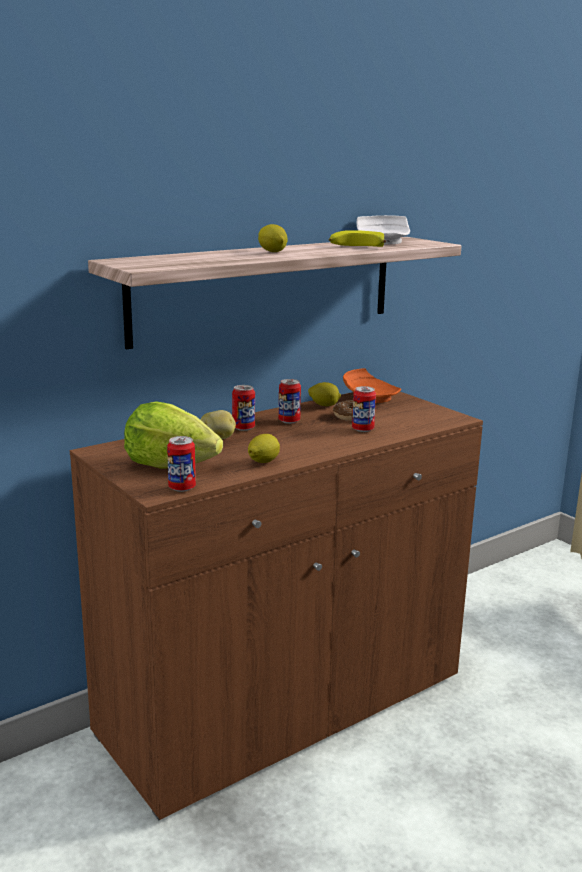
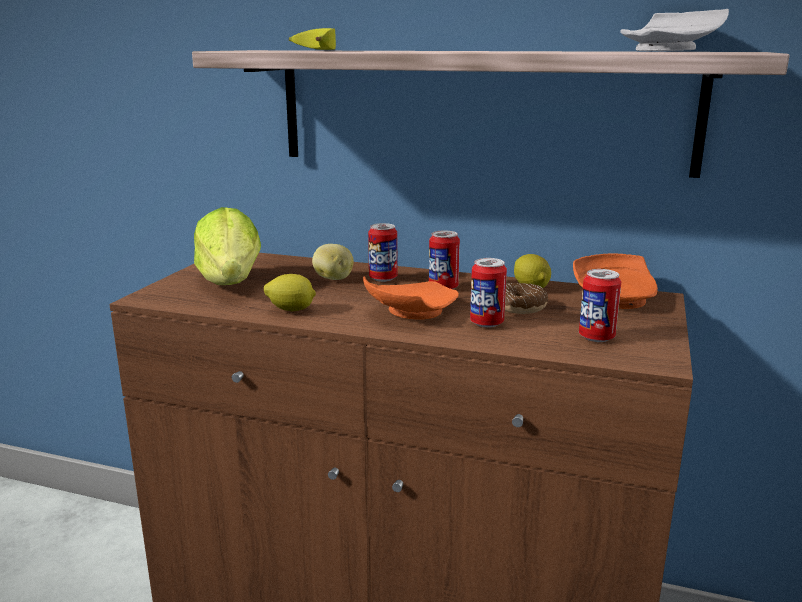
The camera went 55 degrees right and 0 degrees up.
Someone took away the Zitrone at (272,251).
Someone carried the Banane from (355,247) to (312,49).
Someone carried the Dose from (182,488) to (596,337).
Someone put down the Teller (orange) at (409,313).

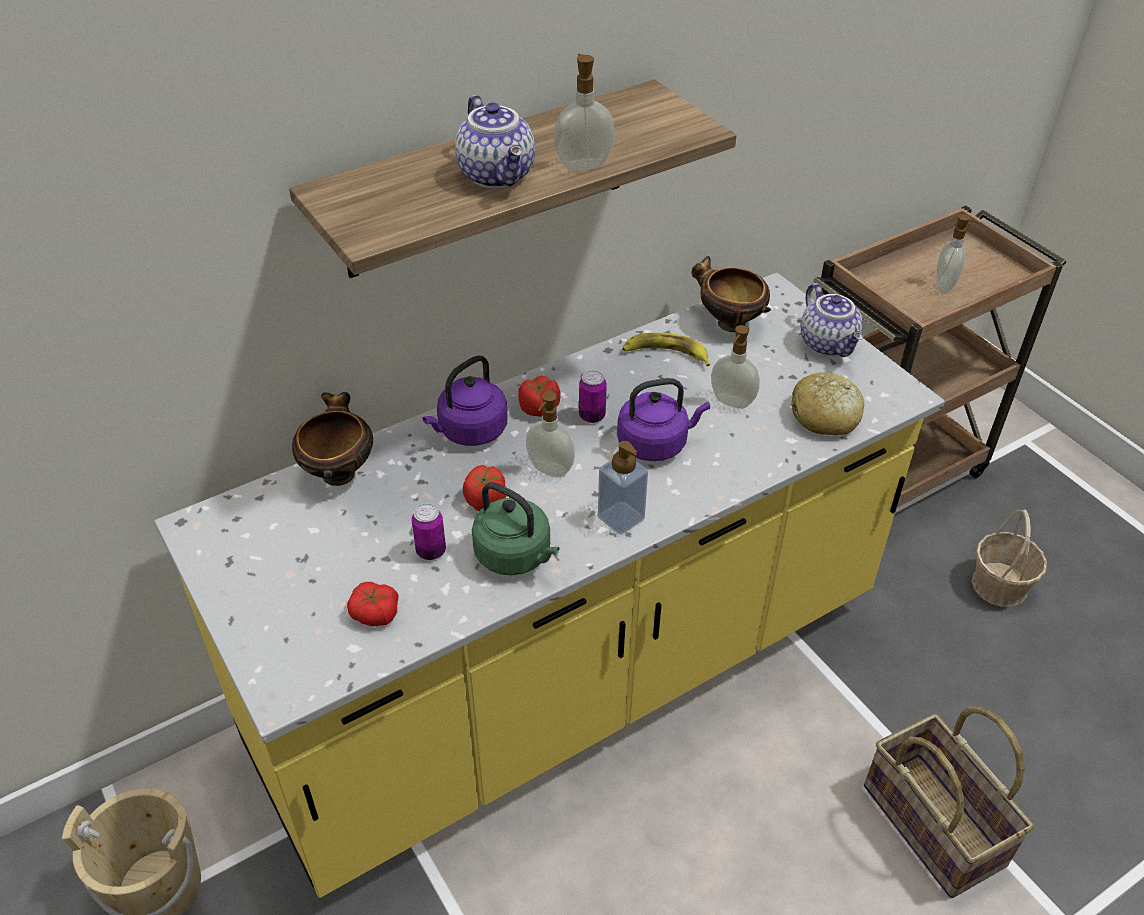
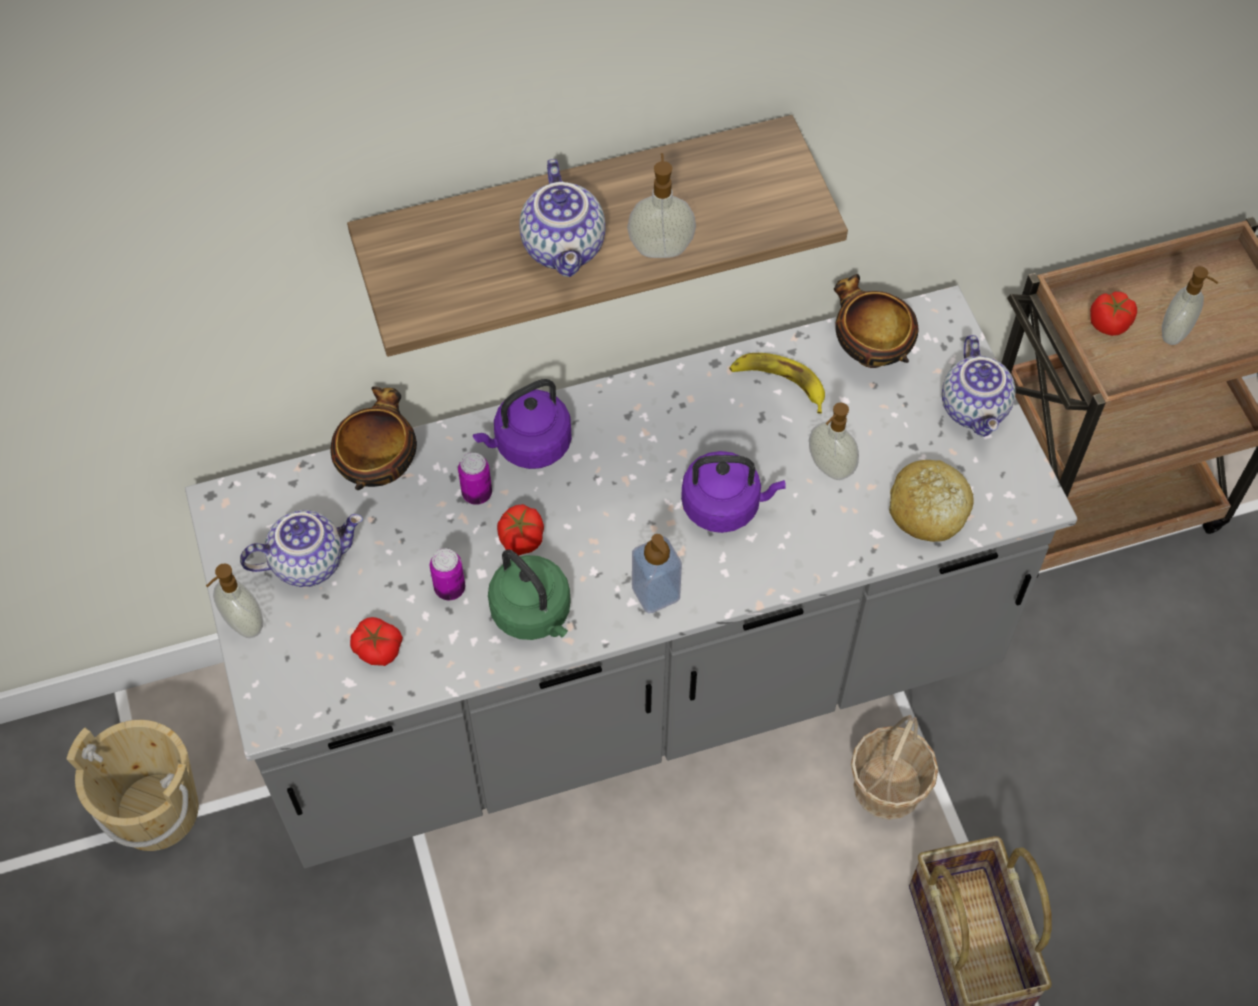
The camera went 15 degrees right and 15 degrees up.
Someone repainted the Küchenzeile (gelb) at (570,675), which became the Küchenzeile (grau) at (629,680).
Someone carried the Dose from (592,416) to (477,493).
Someone carried the Tomate from (539,408) to (1109,323).
Someone carried the Seifenspender from (549,470) to (243,624).
Someone carried the Korb from (999,585) to (888,786).
Someone put down the Teekanne at (308,560).

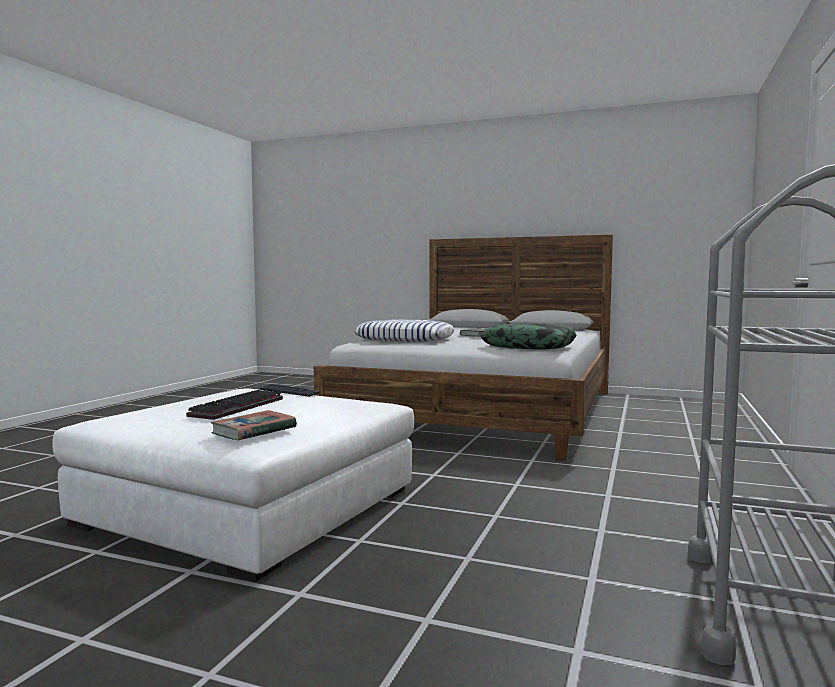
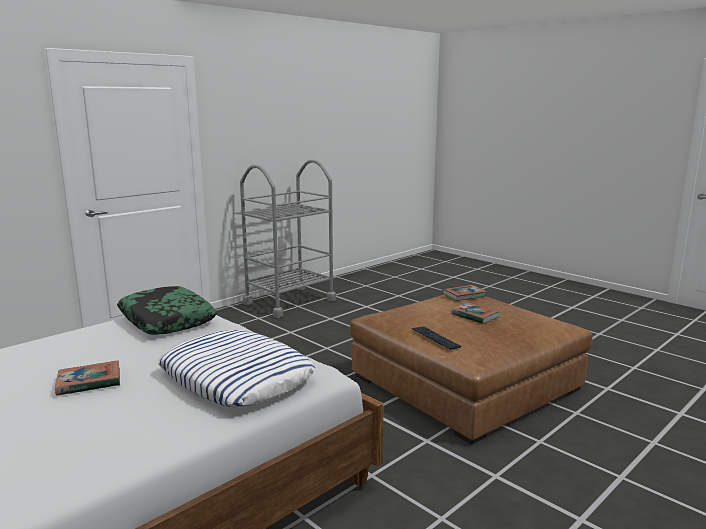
The camera went 155 degrees left and 10 degrees up.
Someone repainted the Polsterhocker (weiß) at (250,506), which became the Polsterhocker (braun) at (465,382).
Someone swapped the Tastatur at (238,408) for the Buch at (475,316).

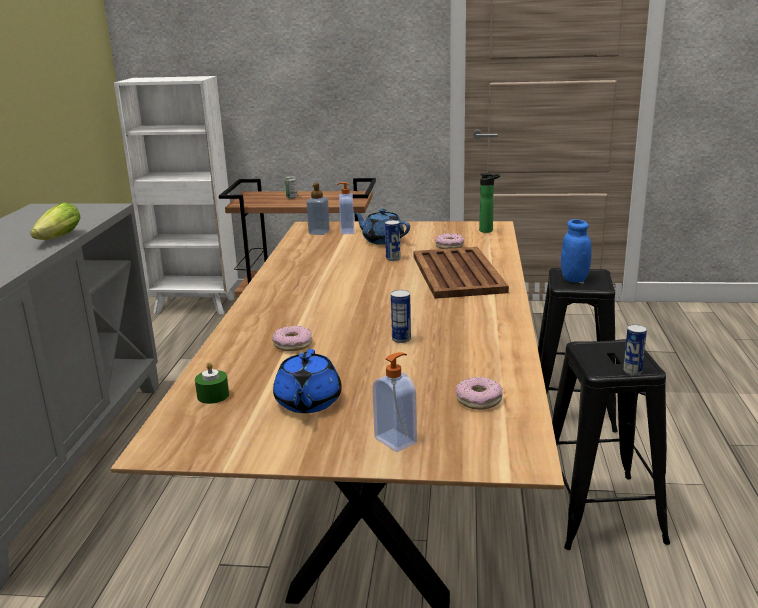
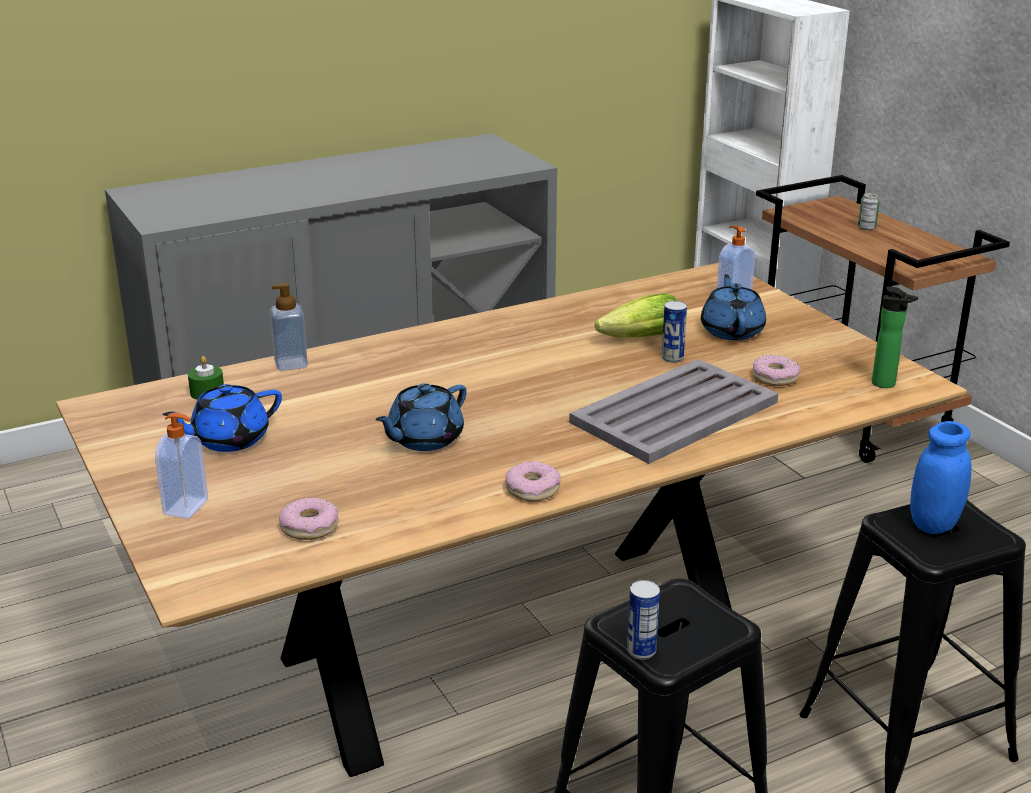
The camera went 55 degrees right and 5 degrees up.
Someone carried the Seifenspender from (319,232) to (291,364).
Someone carried the Salatkopf from (56,239) to (636,339).
Someone repainted the Tablett (braun) at (457,274), which became the Tablett (grau) at (673,413).
Someone swapped the Dose at (401,339) for the Teekanne (blau) at (424,439).
Someone carried the Donut from (293,344) to (532,489).

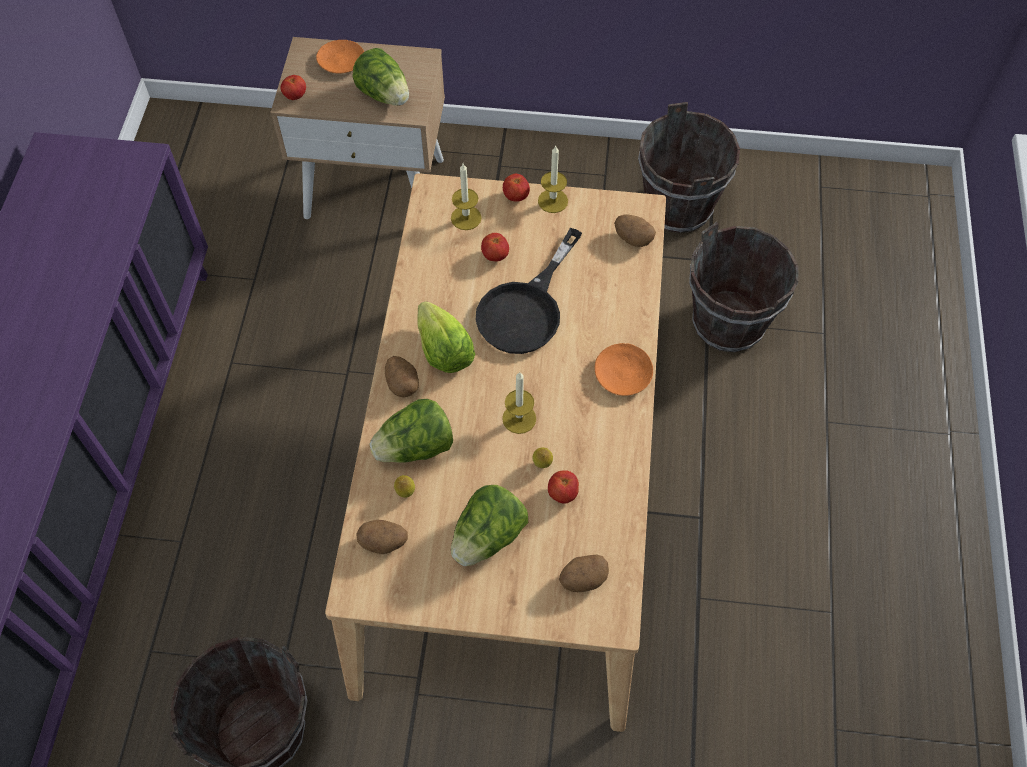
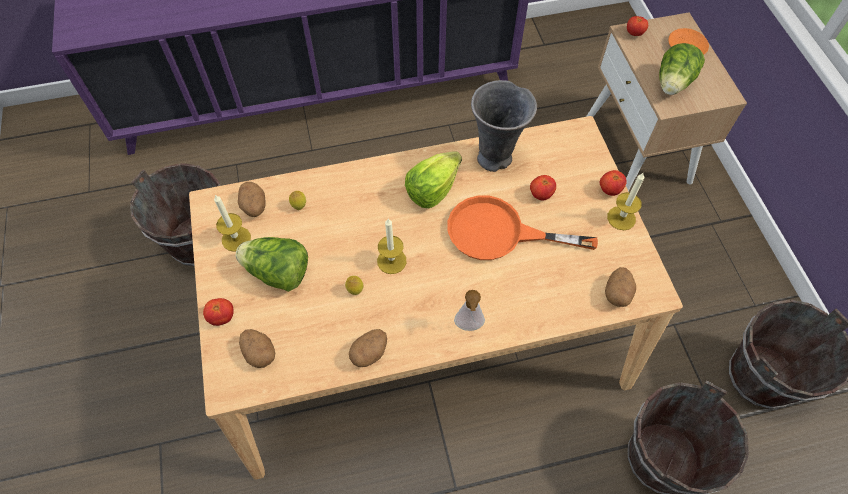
The camera went 70 degrees right and 0 degrees up.
Someone carried the Kerze from (466,218) to (236,239).
Someone repainted the Pfanne (schwarz) at (526,309), which became the Pfanne (orange) at (499,233).
Someone swapped the Teller (orange) at (623,373) for the Seifenspender at (468,327).
Someone carried the Kartoffel from (402,384) to (369,353).
Someone took away the Salatkopf at (415,447).
Someone carried the Tomate from (562,493) to (222,317).
Someone put down the Vase (grau) at (496,159).

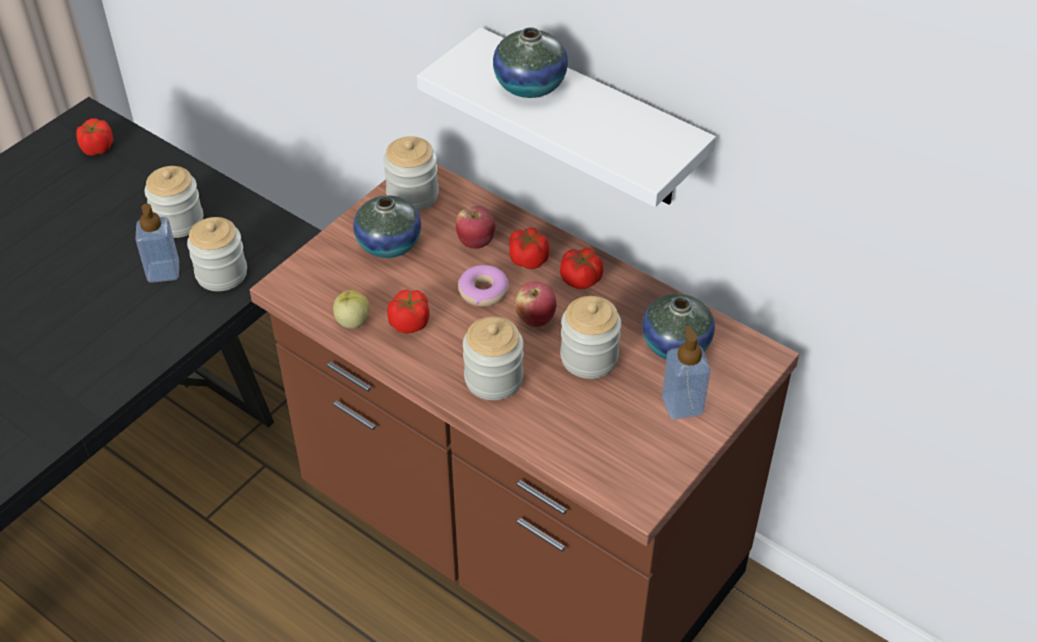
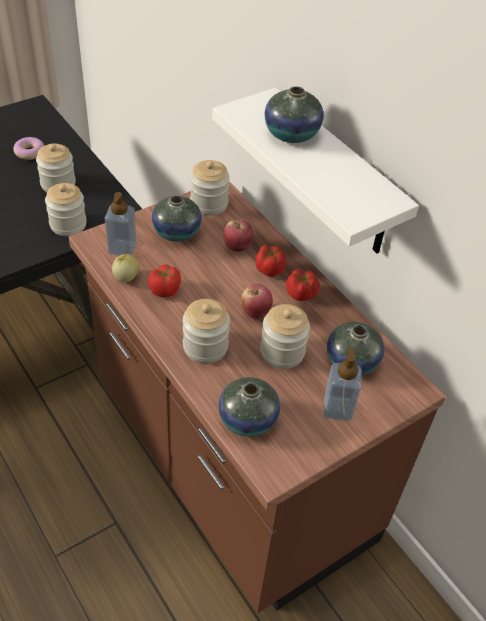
The camera went 15 degrees right and 0 degrees up.
Someone took away the Tomate at (97,148).
Someone carried the Seifenspender from (163,271) to (122,248).
Someone carried the Donut from (483,291) to (30,152).
Someone put down the Vase at (247,419).

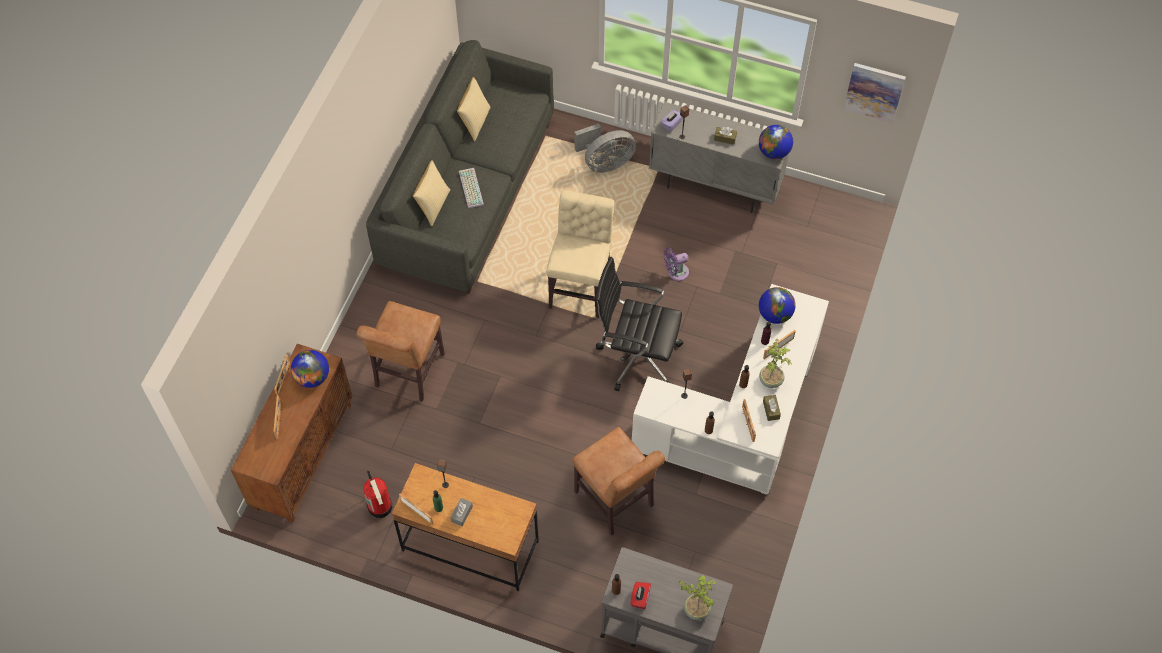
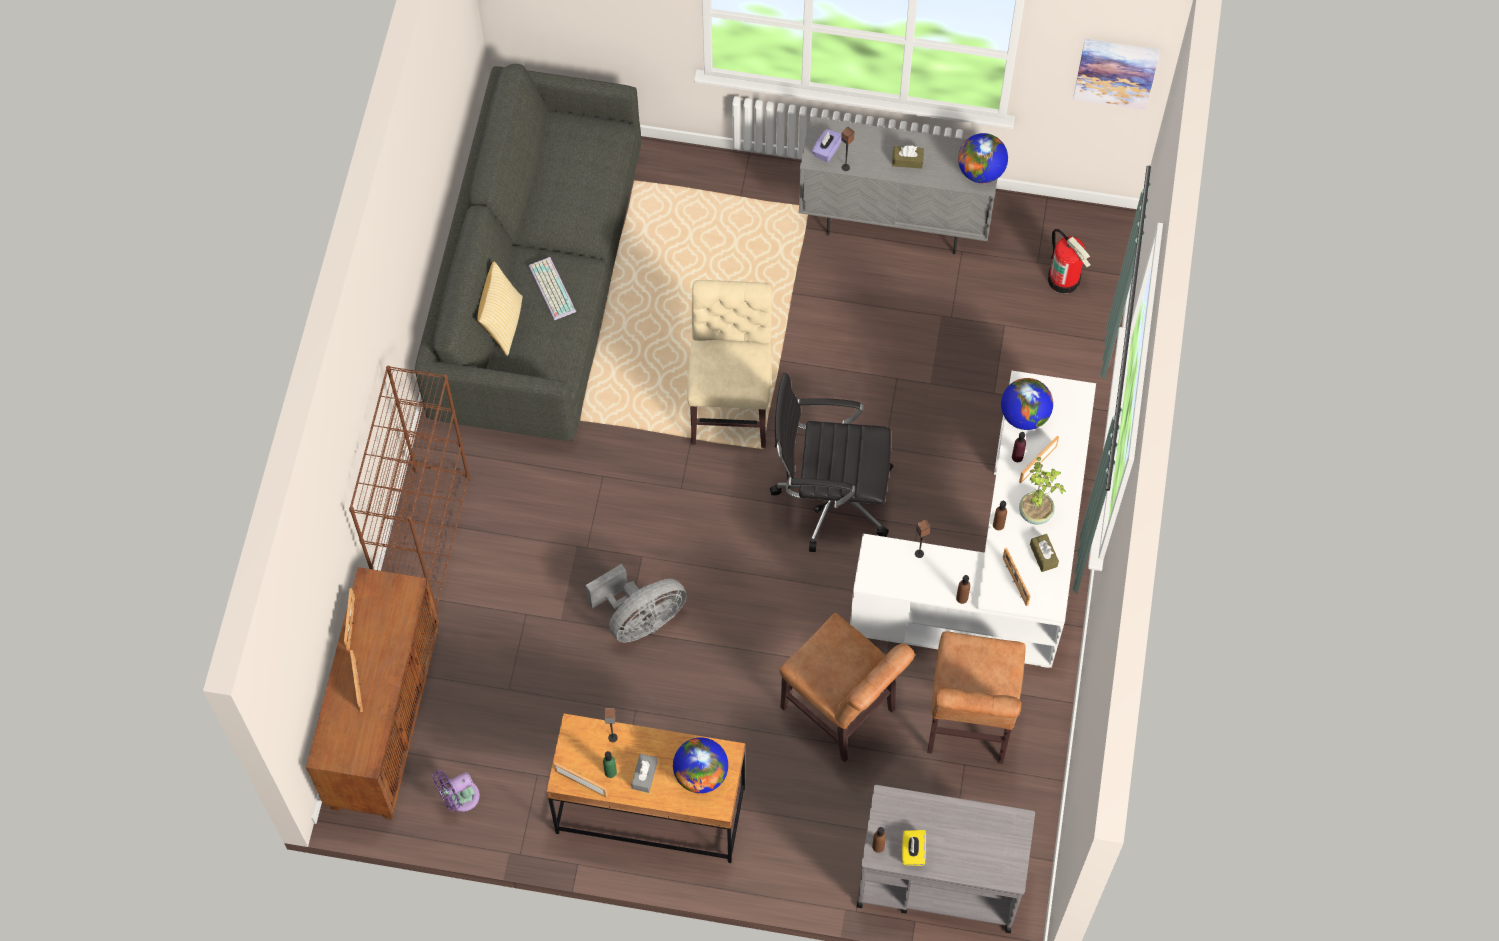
The camera went 10 degrees left and 5 degrees up.
Someone took away the Kissen at (475,122).
Someone carried the Ventilator (grau) from (605,163) to (640,619).
Someone carried the Ventilator (lila) from (676,273) to (459,798).
Someone carried the Stuhl (braun) from (408,373) to (968,724).
Someone carried the Globus from (312,377) to (701,774).
Someone carried the Feuerlöscher from (380,506) to (1064,279).
Someone took away the Topfpflanze at (696,609).
Someone repainted the Taschentuchbox (rot) at (640,598), which became the Taschentuchbox (gelb) at (913,852).
Someone put down the Bücherregal (braun) at (425,539).

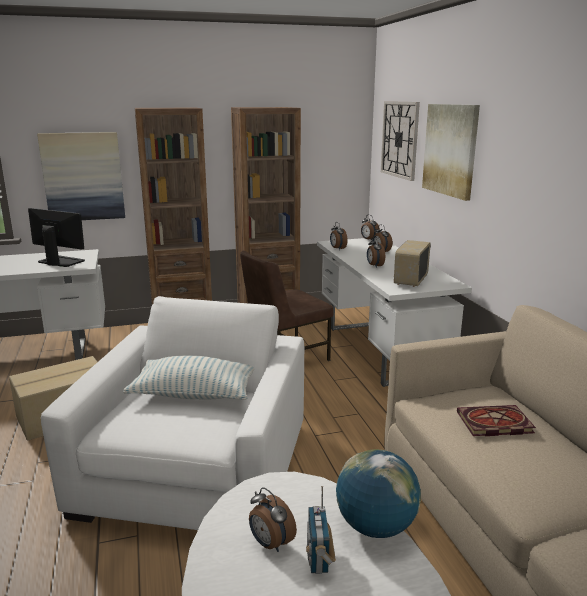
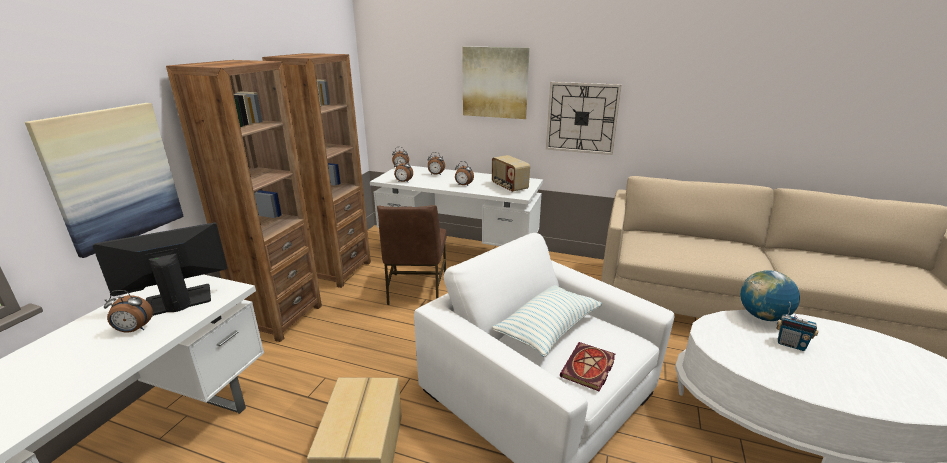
The camera went 55 degrees left and 5 degrees up.
Someone carried the Wanduhr from (400,139) to (581,118).
Someone carried the Buch from (493,424) to (588,369).
Someone carried the Wecker from (270,544) to (134,330).

